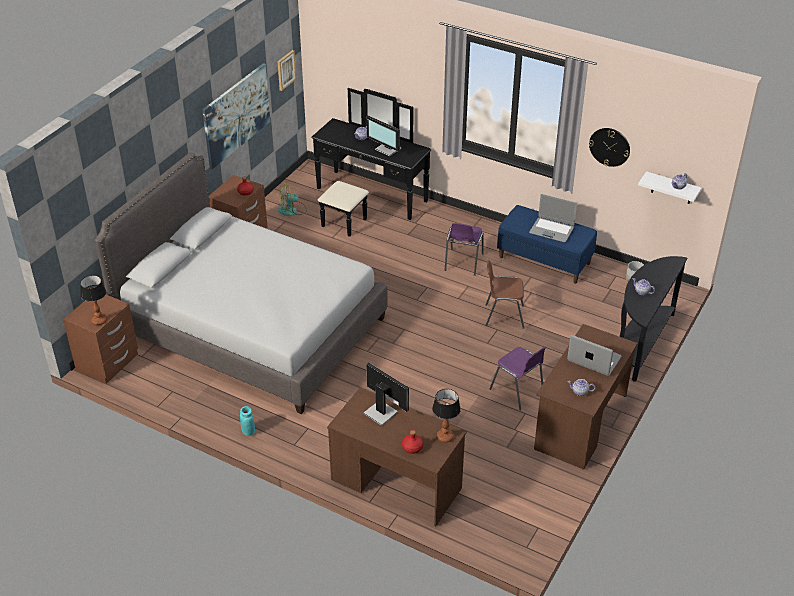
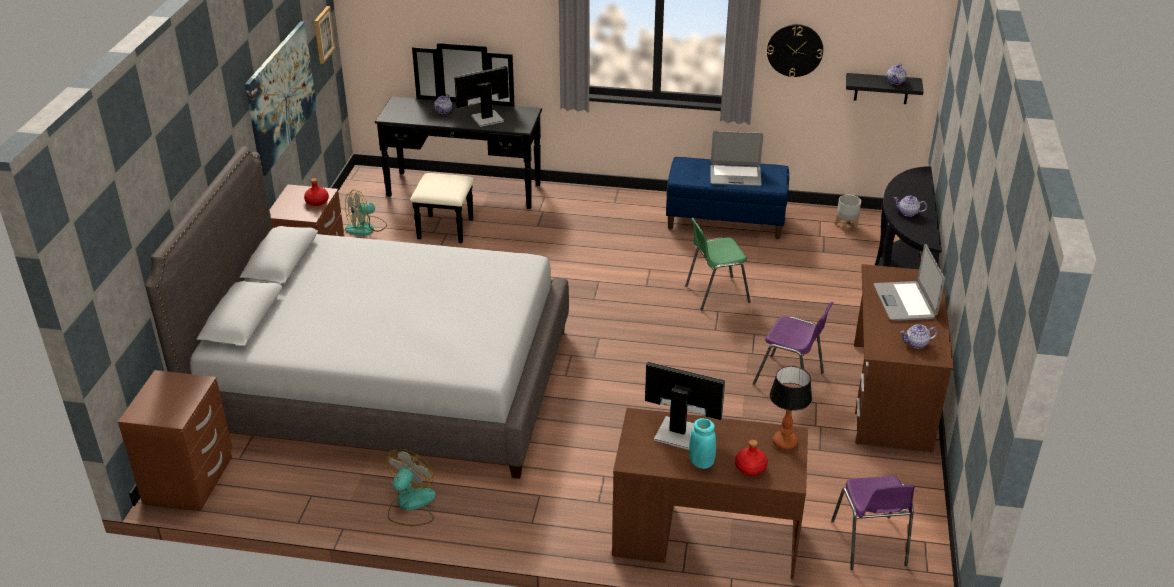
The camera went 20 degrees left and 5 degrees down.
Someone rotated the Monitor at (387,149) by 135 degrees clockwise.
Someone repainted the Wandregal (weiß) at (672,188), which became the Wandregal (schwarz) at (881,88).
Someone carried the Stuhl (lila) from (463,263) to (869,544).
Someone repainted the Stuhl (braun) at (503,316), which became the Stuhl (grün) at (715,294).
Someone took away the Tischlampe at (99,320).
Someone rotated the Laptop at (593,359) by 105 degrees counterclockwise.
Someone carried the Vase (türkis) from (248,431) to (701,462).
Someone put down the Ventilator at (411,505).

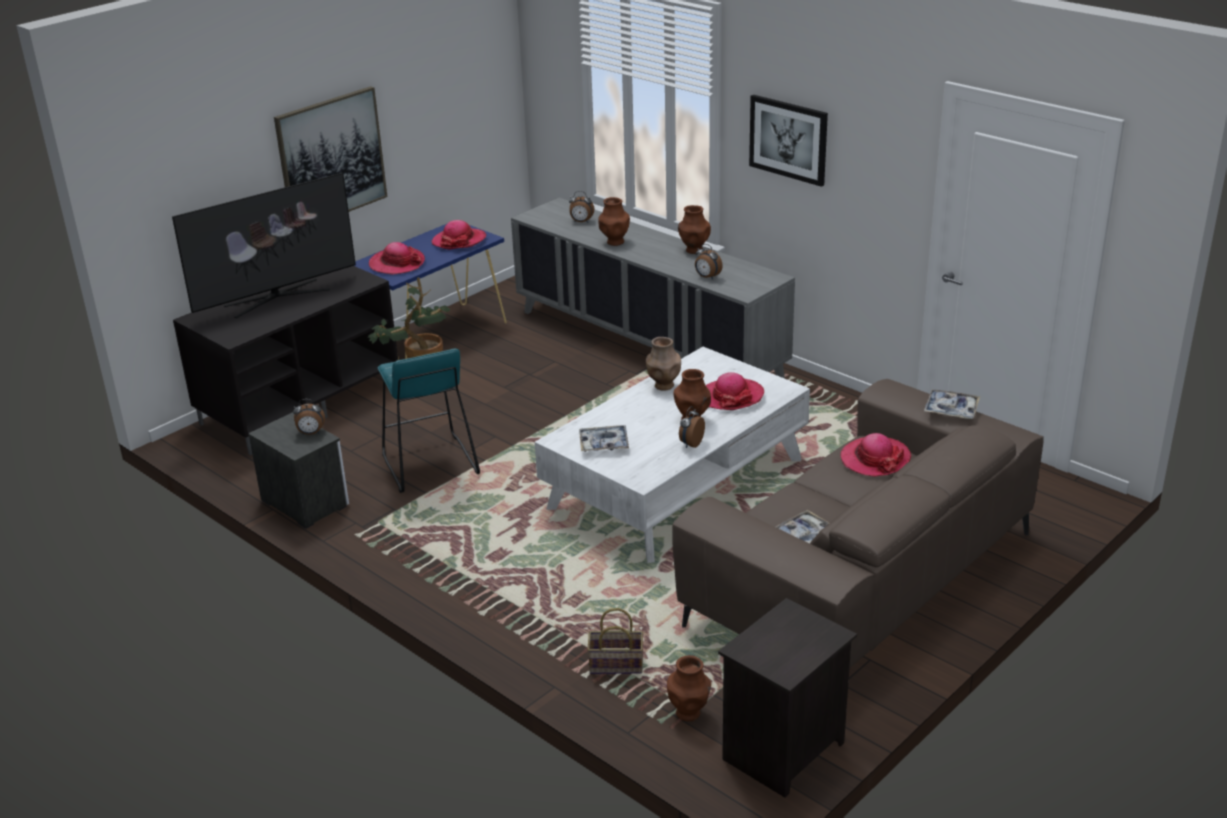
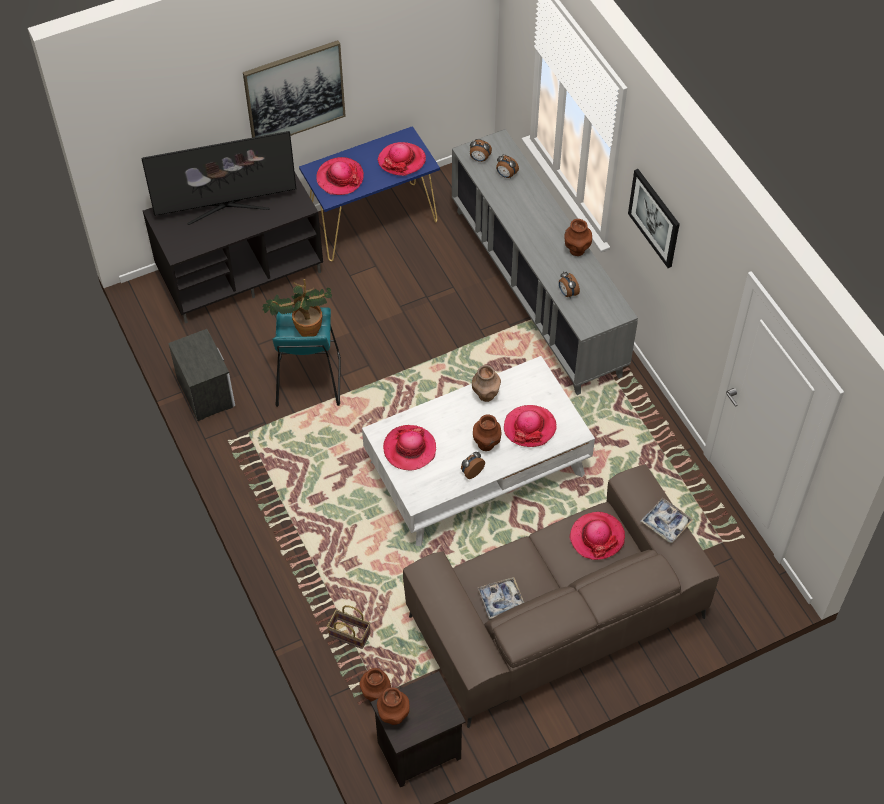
The camera went 20 degrees right and 25 degrees up.
Someone carried the Vase (braun) from (614,242) to (394,716).
Someone carried the Wecker from (311,433) to (479,159).
Someone swapped the Tablett at (604,444) for the Hut at (409,449).

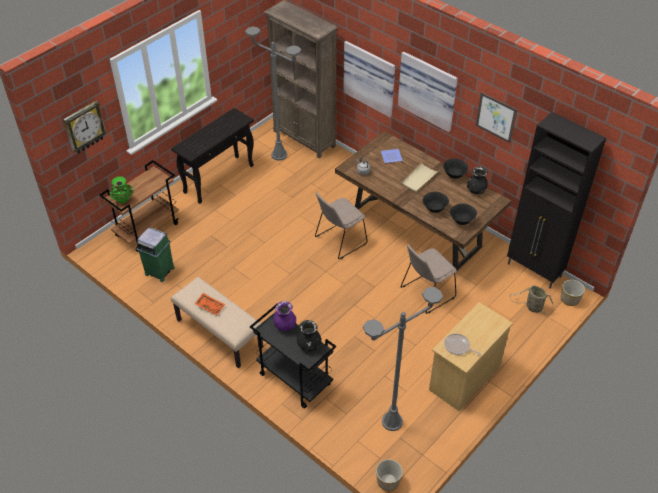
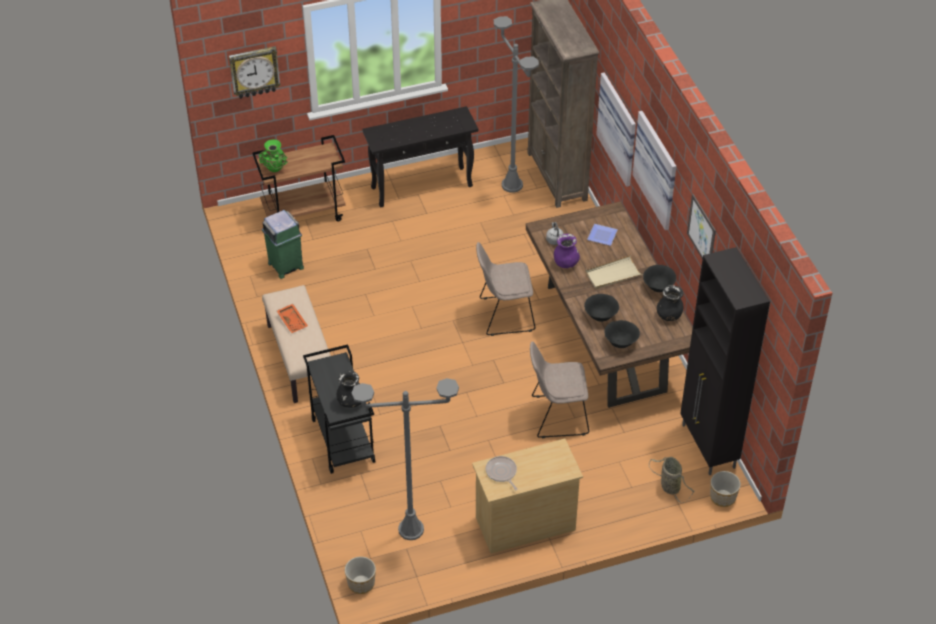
The camera went 30 degrees right and 0 degrees up.
Someone carried the Vase (lila) from (284,325) to (565,263).

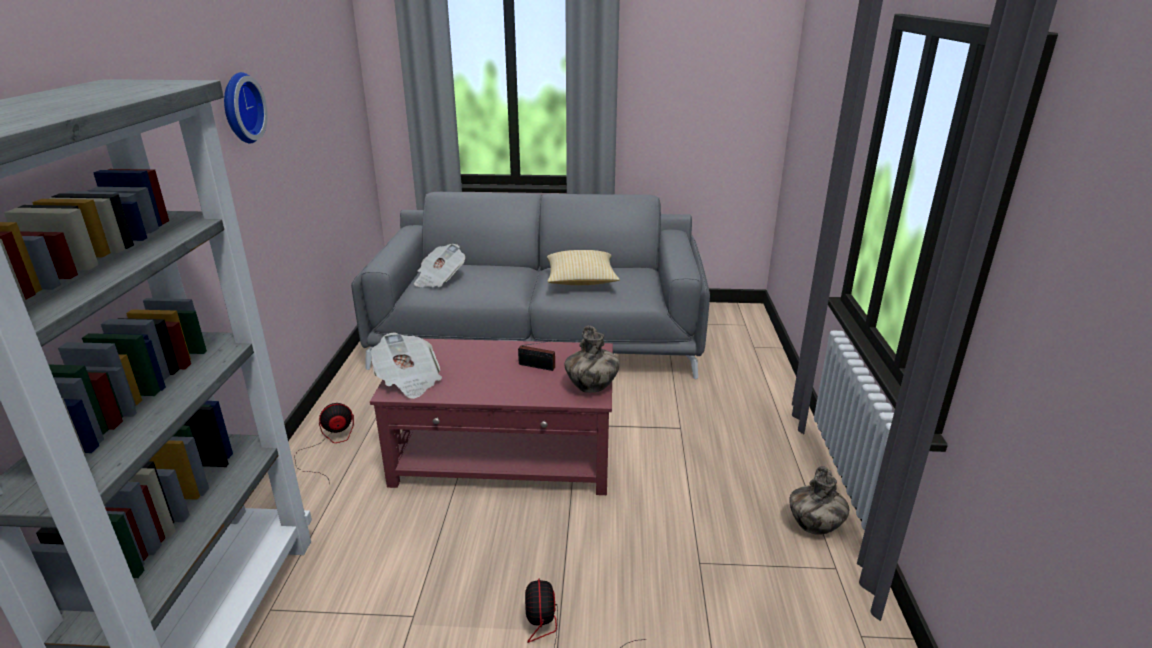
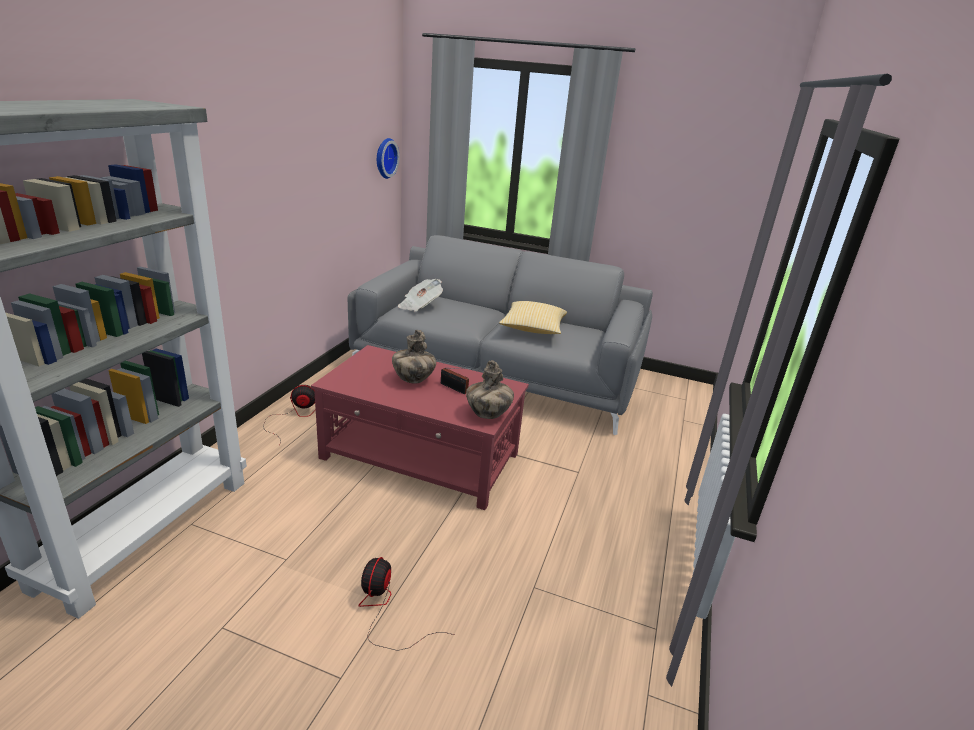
The camera went 15 degrees right and 0 degrees up.
Someone carried the Wanduhr from (239,108) to (384,158).
Someone took away the Zeitung at (408,381).
Someone carried the Vase from (814,526) to (413,380).

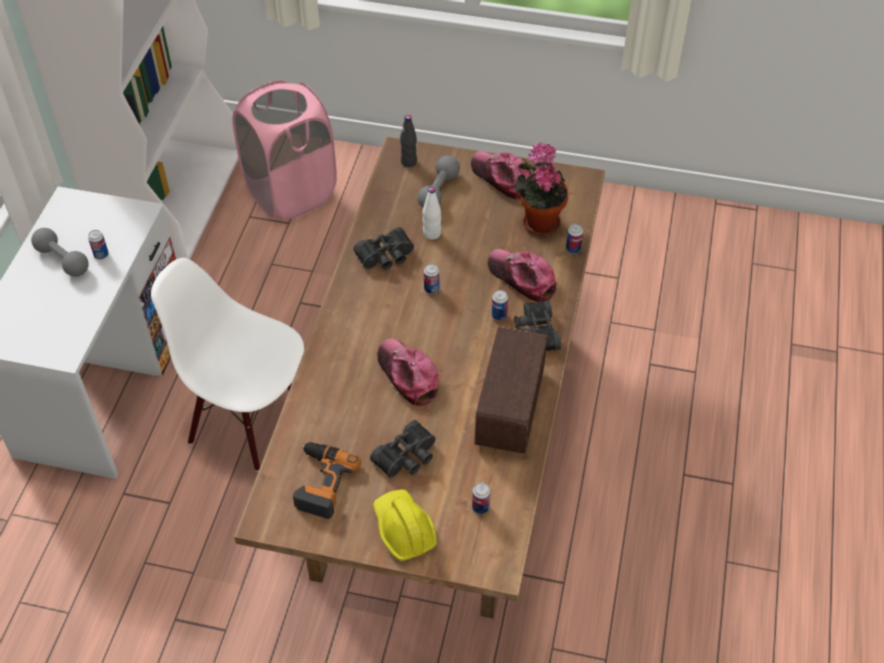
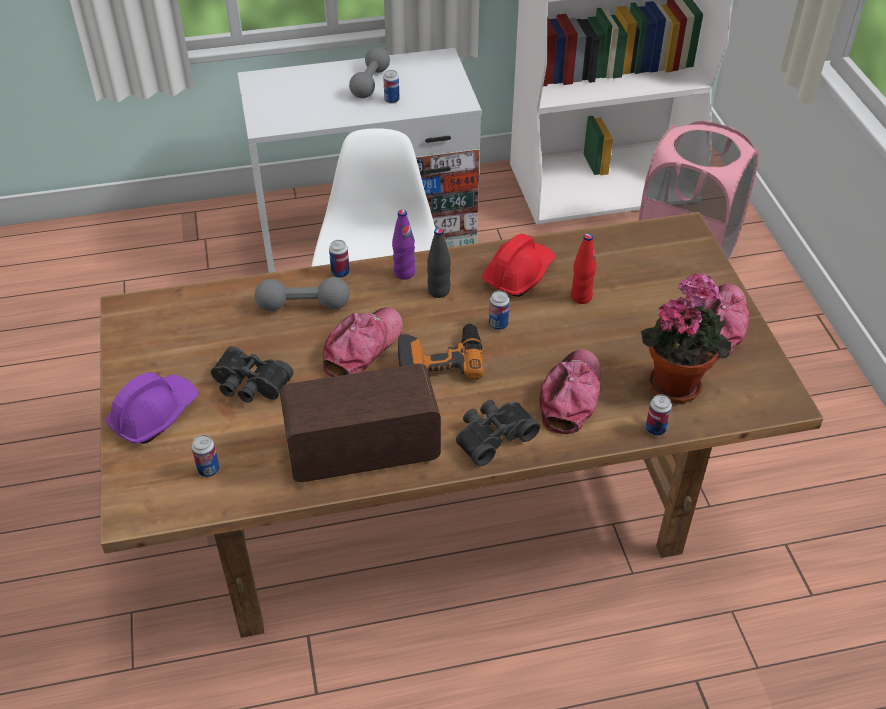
The camera went 65 degrees right and 5 degrees down.
Someone carried the Flasche (schwarz) from (409,162) to (439,291).
Someone carried the Hantel (grau) from (439,191) to (303,305).
Someone repainted the Flasche (weiß) at (432,234), which became the Flasche (rot) at (581,297).
Someone swapped the Fernglas (schwarz) at (386,257) for the Schutzhelm (rot) at (518,274).
Someone carried the Dose from (499,315) to (340,273).
Someone carried the Bohrmaschine from (320,482) to (440,358).
Someone repainted the Schutzhelm (gelb) at (403,529), which became the Schutzhelm (lila) at (154,414).
Someone put down the Flasche (lila) at (404,273).

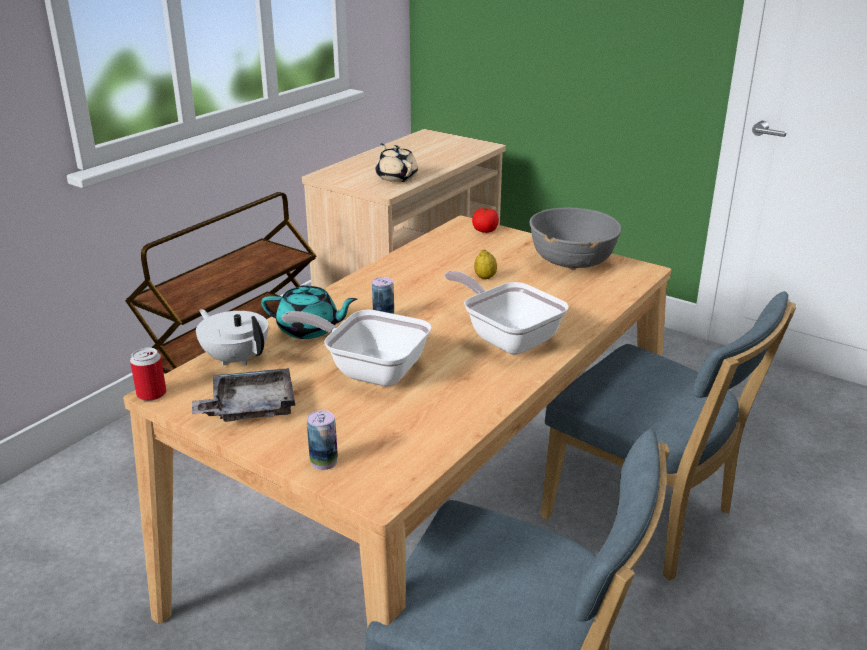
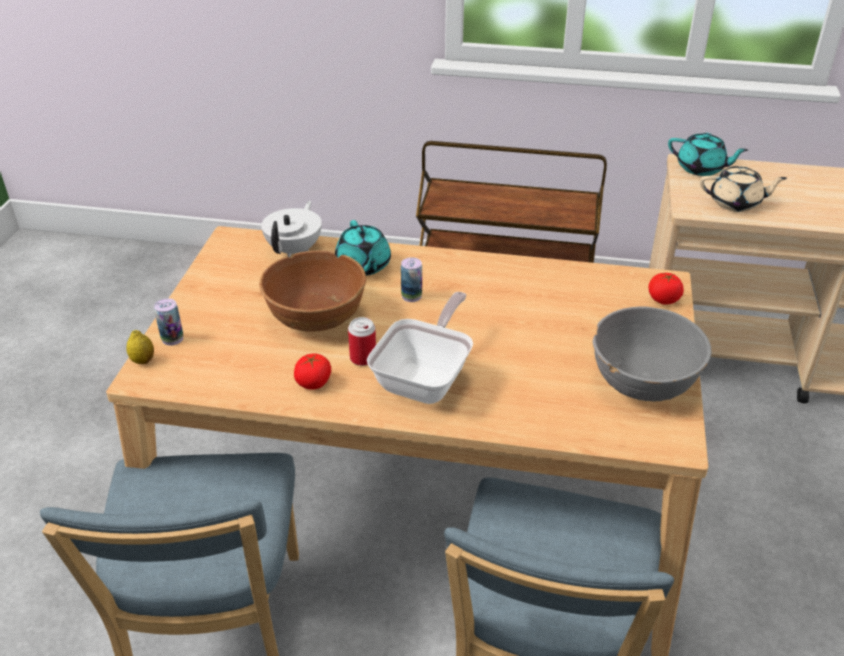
The camera went 65 degrees right and 10 degrees up.
Someone rotated the Teekanne (beige) at (396,177) by 60 degrees clockwise.
Someone carried the Zitrone from (485,278) to (143,360).
Someone swapped the Pfanne at (369,370) for the Schüssel (braun) at (316,317).
Someone carried the Dose from (151,394) to (363,358).
Someone took away the Tablett (grau) at (250,407).
Someone put down the Teekanne (türkis) at (701,168).
Someone put down the Tomate at (313,383).

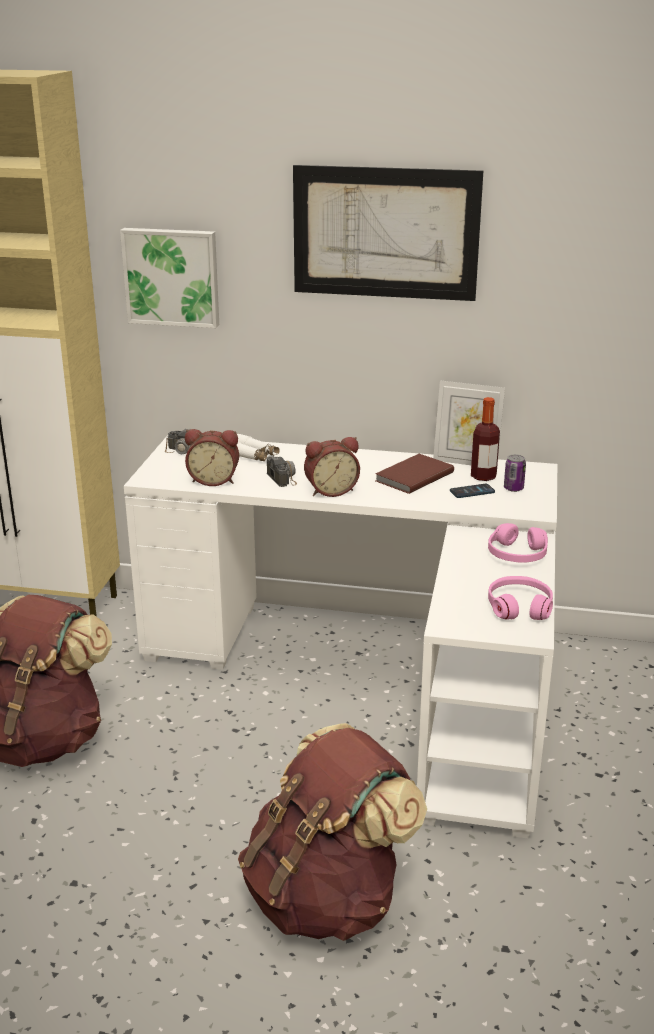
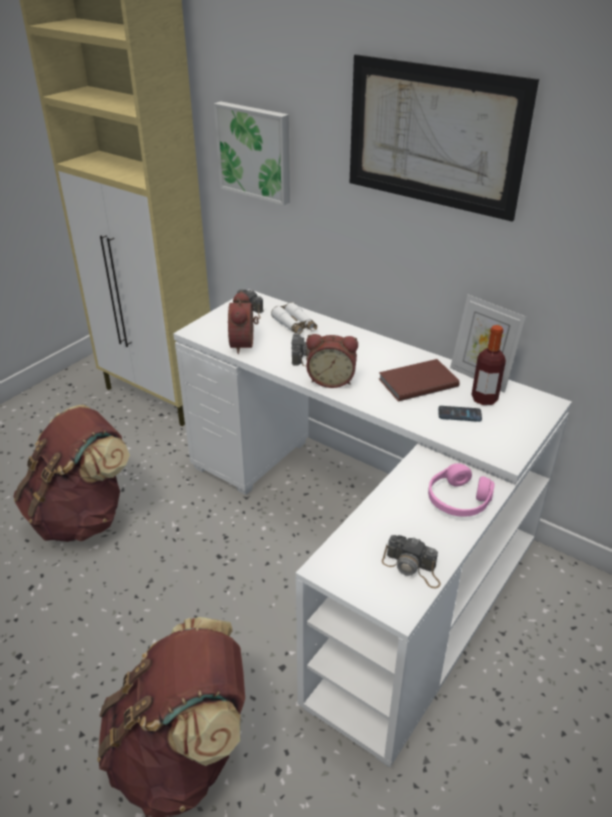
The camera went 25 degrees right and 10 degrees up.
Someone rotated the Wecker at (214,480) by 60 degrees clockwise.
Someone took away the Dose at (513,488).
Someone swapped the Kopfhörer (rosa) at (519,607) for the Kamera at (412,568).

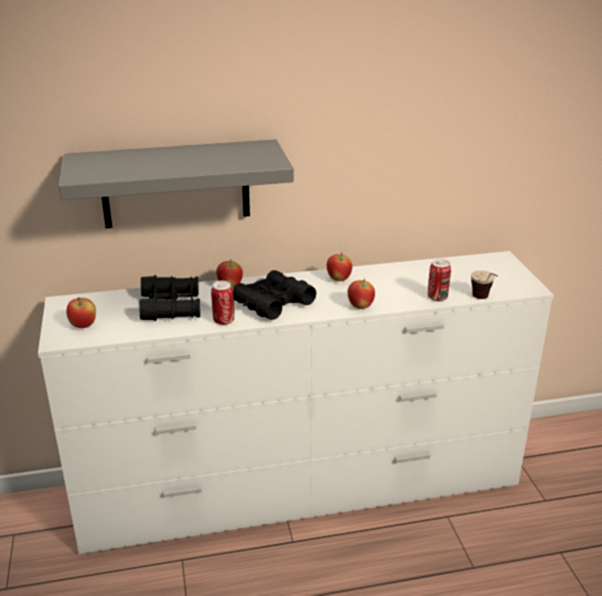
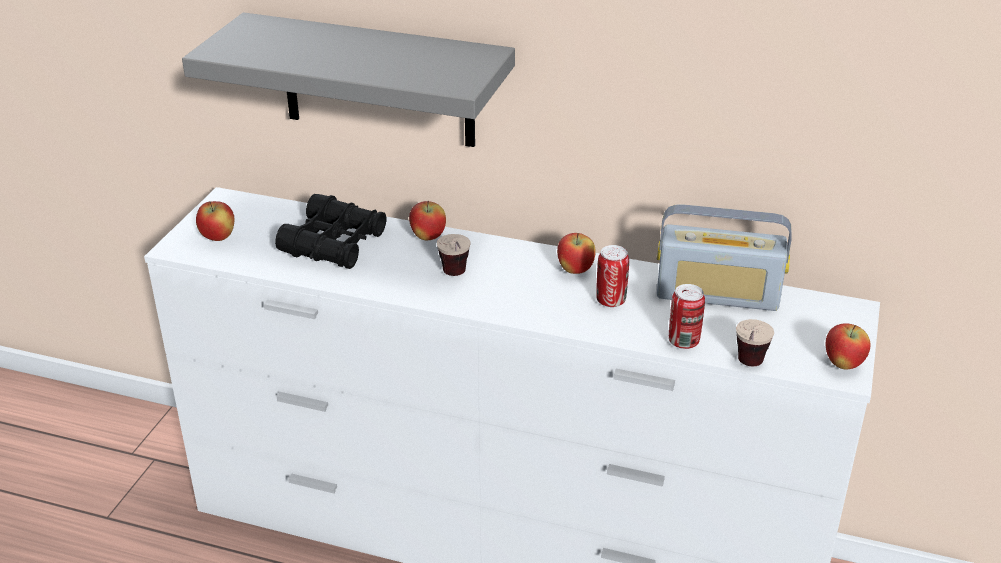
The camera went 30 degrees right and 5 degrees up.
Someone swapped the Fernglas (schwarz) at (273,303) for the Tasse at (456,278).
Someone carried the Apfel from (360,307) to (843,364).
Someone carried the Dose from (223,321) to (610,300).
Someone put down the Radio at (717,295).

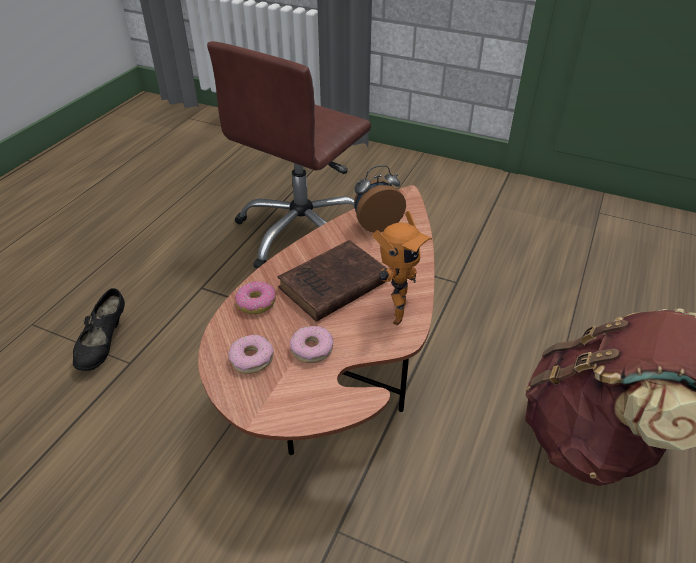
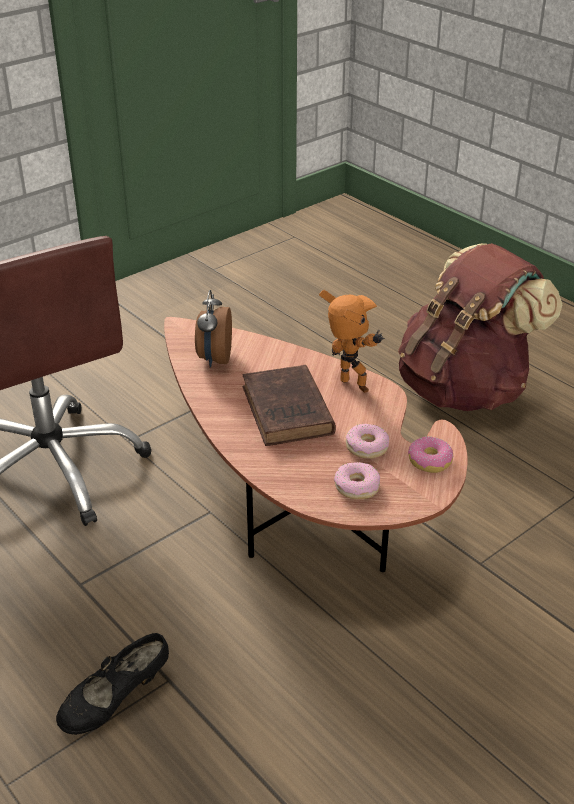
The camera went 65 degrees left and 5 degrees down.
Someone carried the Donut from (256,303) to (429,461).
Someone rotated the Schuh (schwarz) at (104,345) by 105 degrees clockwise.

